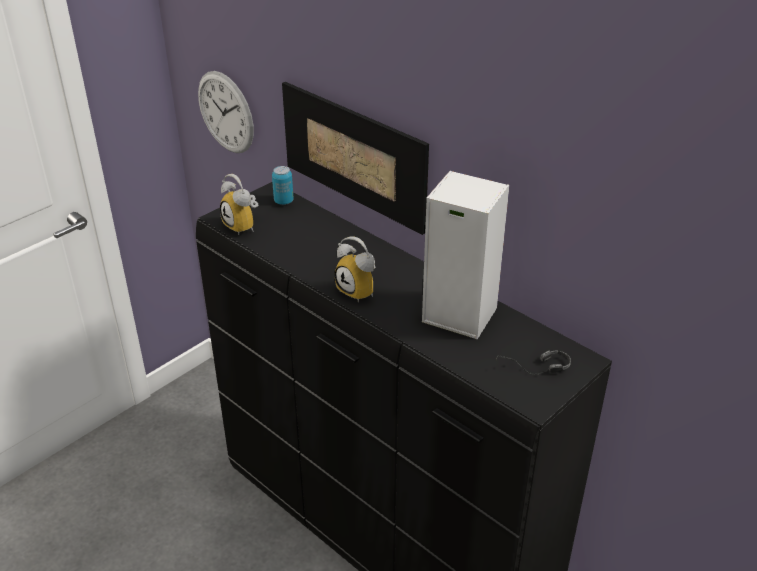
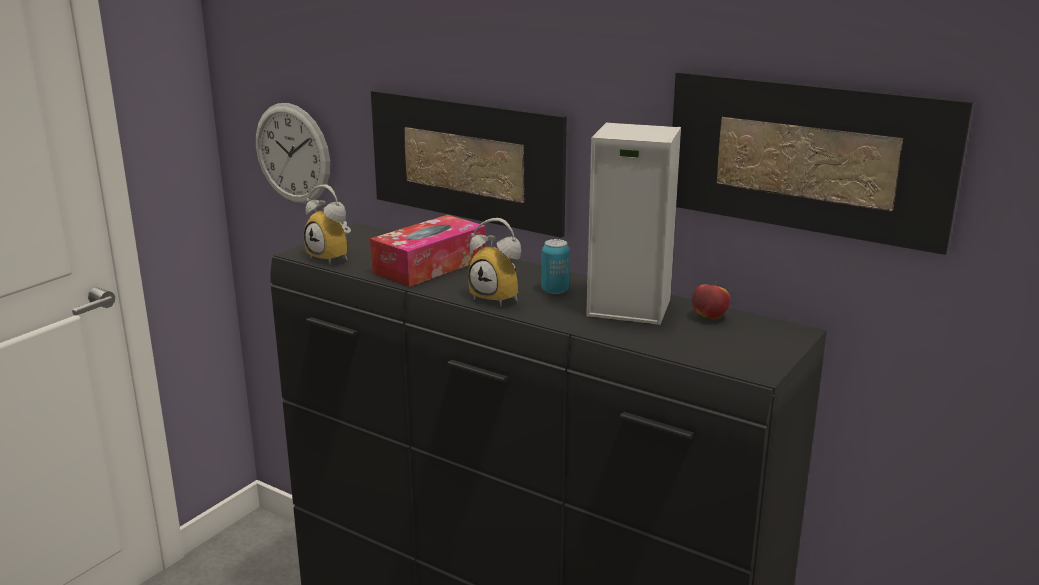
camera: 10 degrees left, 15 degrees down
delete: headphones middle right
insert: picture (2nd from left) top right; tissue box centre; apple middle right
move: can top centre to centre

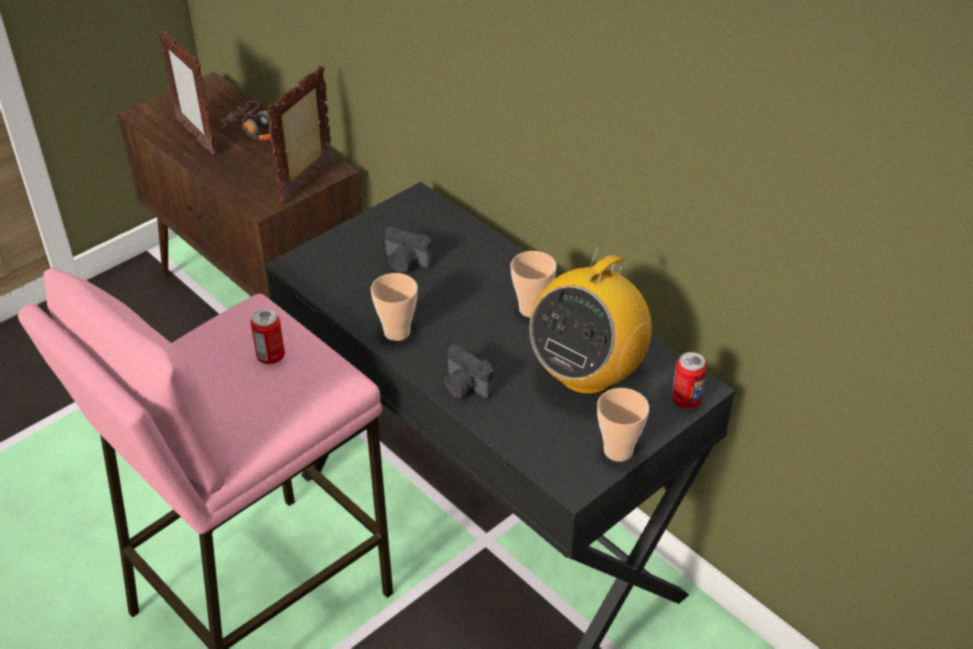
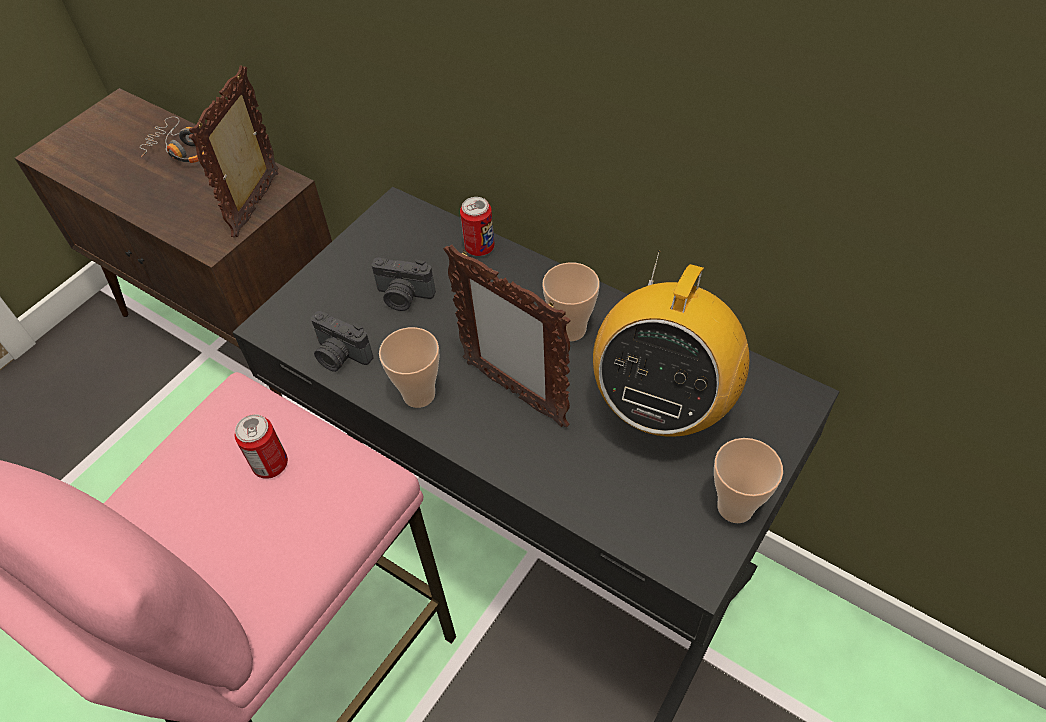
camera: 10 degrees left, 10 degrees up
move: picture frame (1st from left in the first image) top left to picture frame (2nd from left) centre; photo camera (2nd from left in the first image) centre to photo camera (1st from left) middle left; can (2nd from left) middle right to top centre

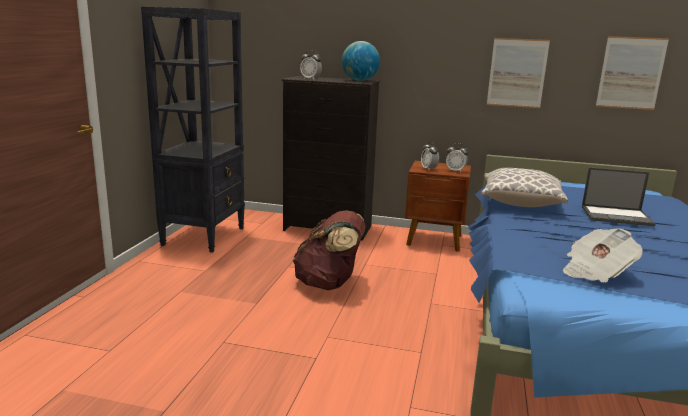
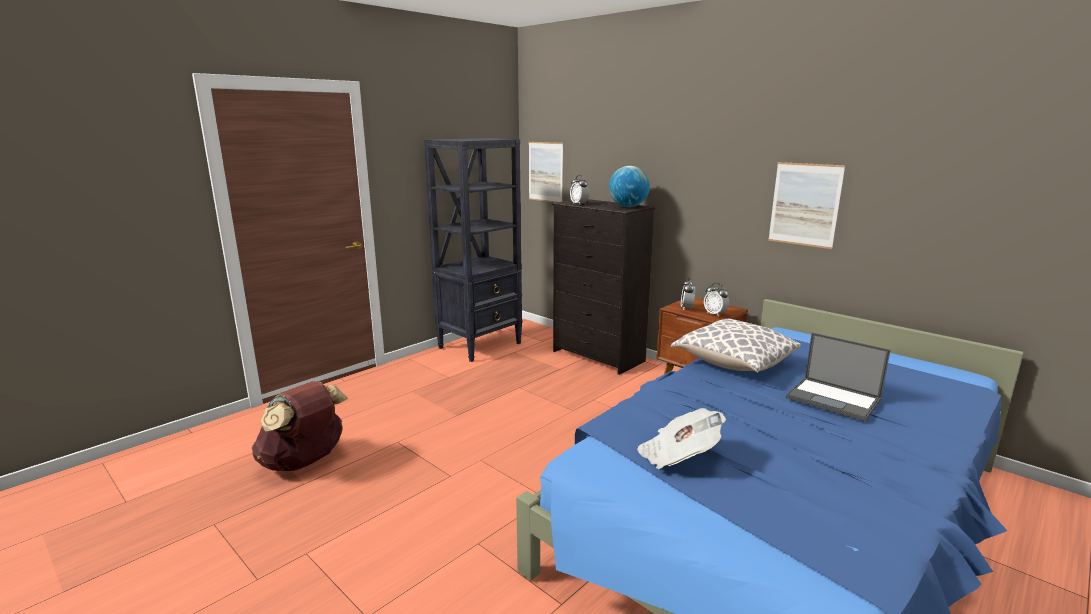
camera: 30 degrees right, 0 degrees up
move: picture (2nd from left in the first image) top right to picture (1st from left) top centre; backpack/brown centre to bottom left

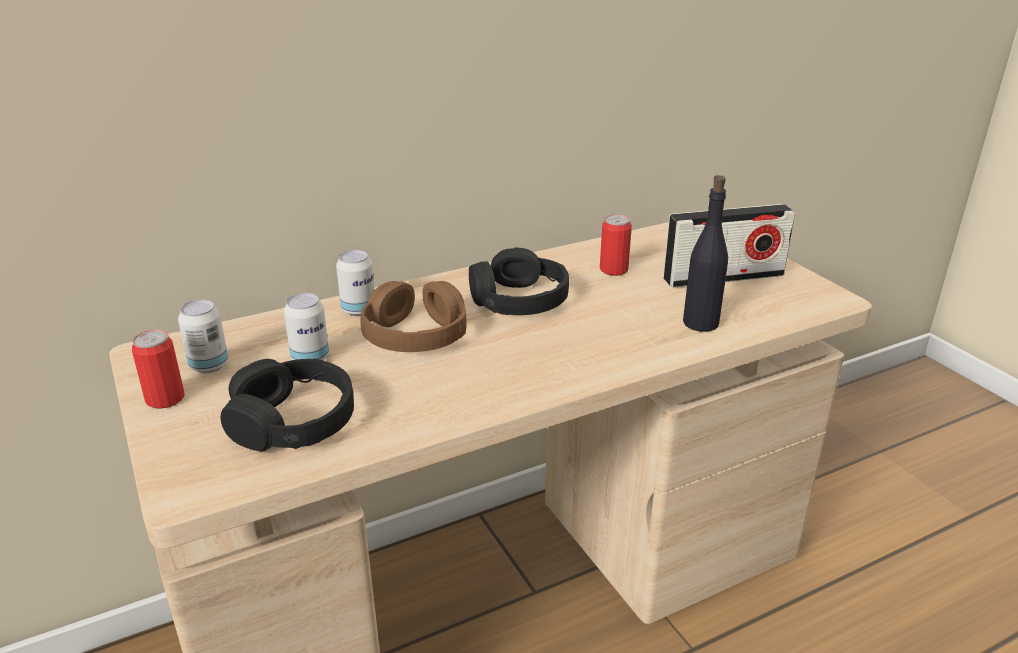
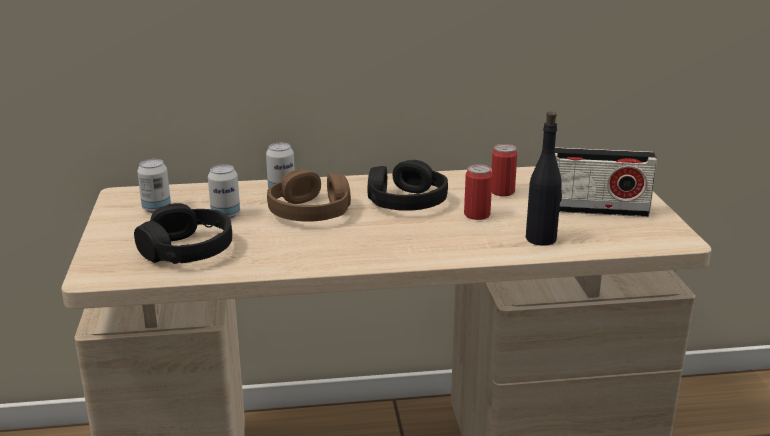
camera: 20 degrees right, 5 degrees down
move: can (1st from left in the first image) middle left to can (4th from left) centre

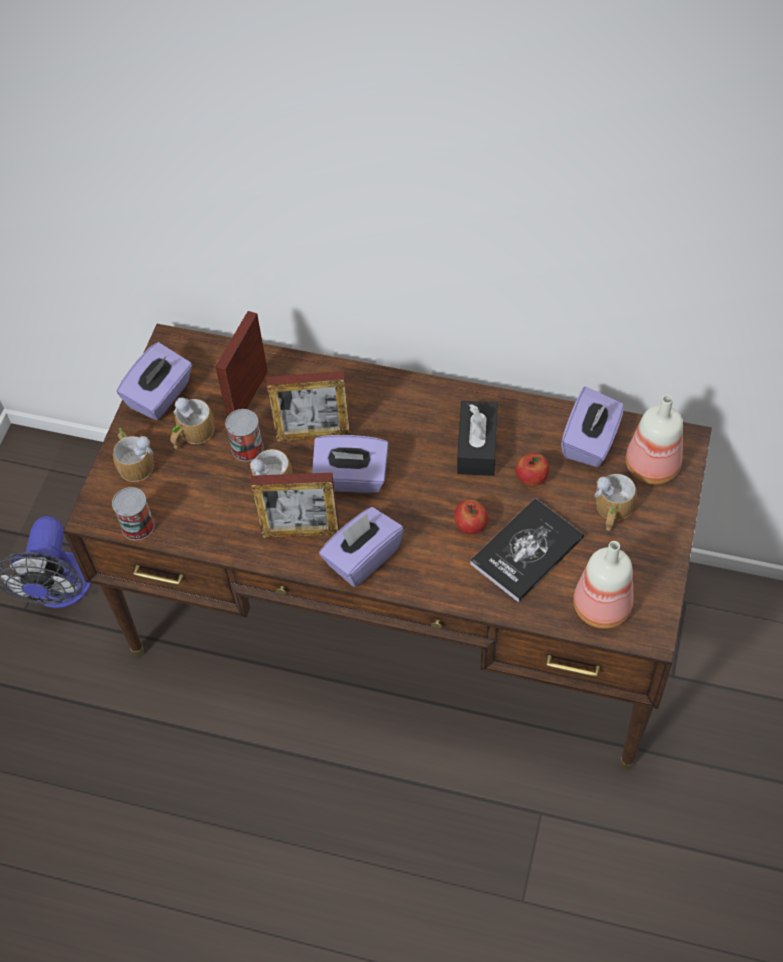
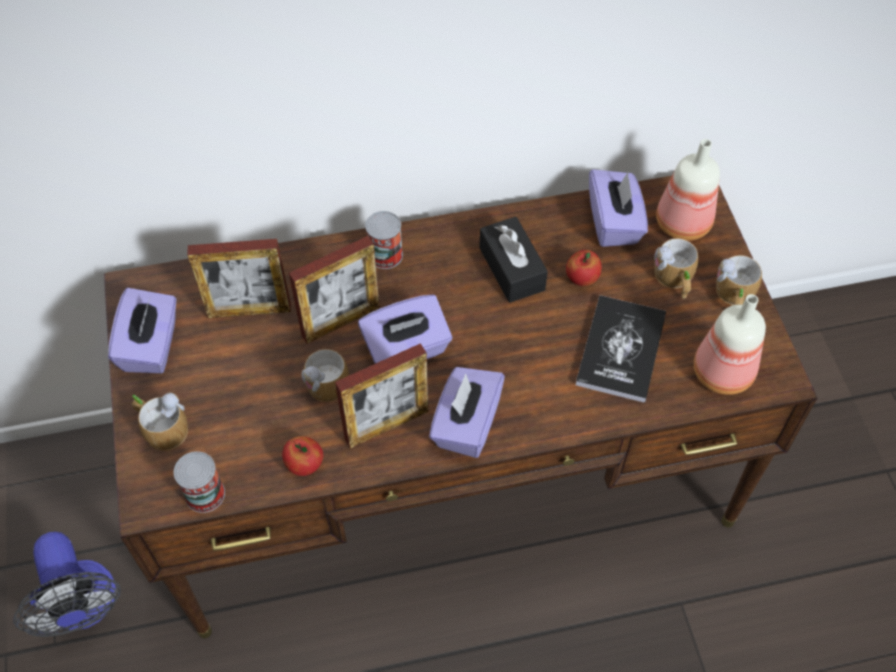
camera: 30 degrees left, 0 degrees up
move: mug (2nd from left in the first image) middle left to mug (4th from left) middle right; can (2nd from left) middle left to centre; apple (1st from left) centre to bottom centre
rotate: picture frame (1st from left) middle left = middle left 90 degrees counterclockwise

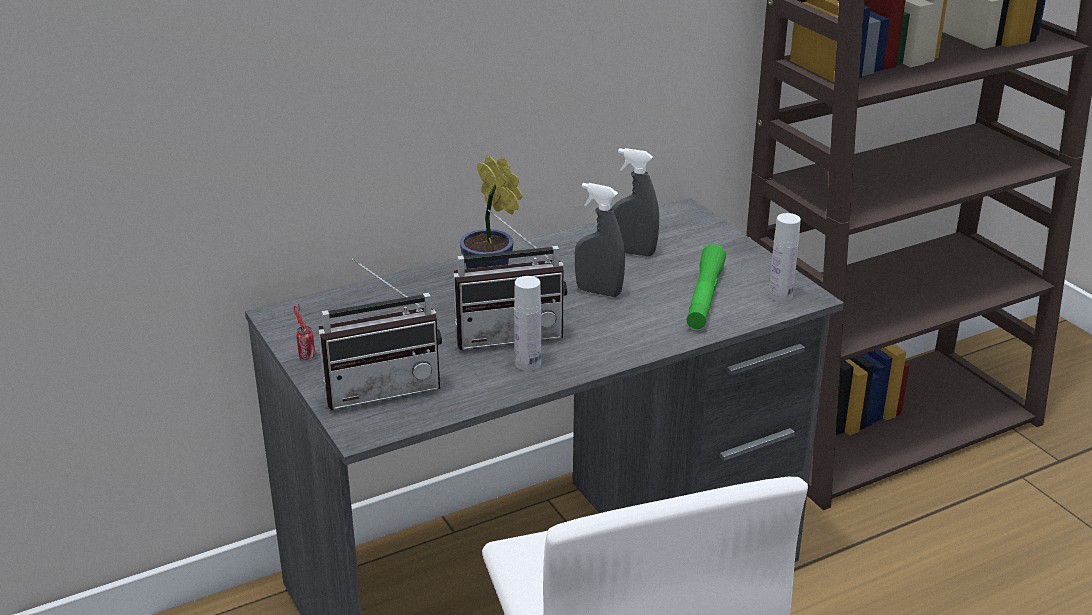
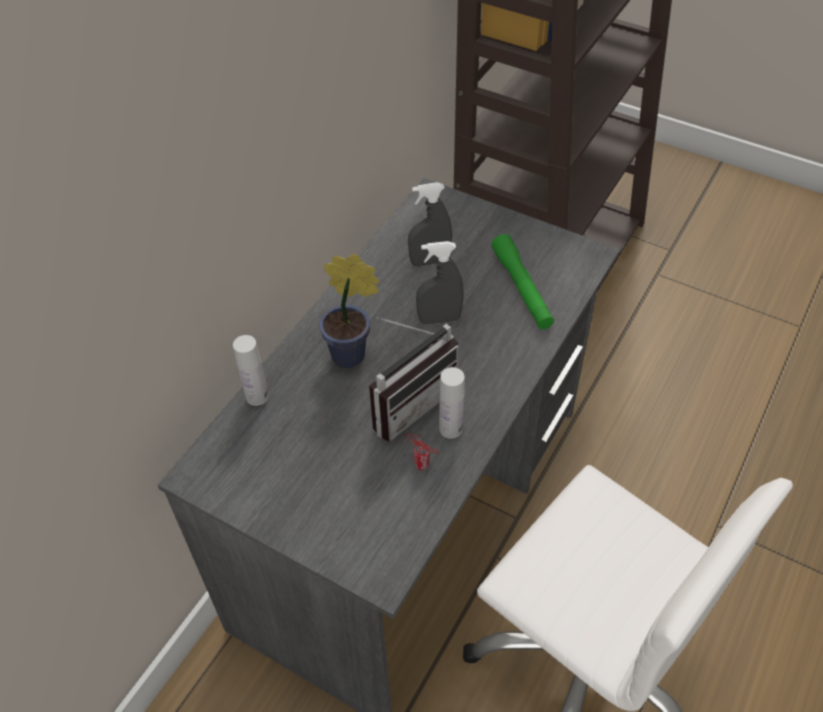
camera: 30 degrees left, 20 degrees up
delete: radio (1st from left) centre
move: bottle/white (2nd from left in the first image) middle right to bottle/white (1st from left) middle left; can middle left to centre

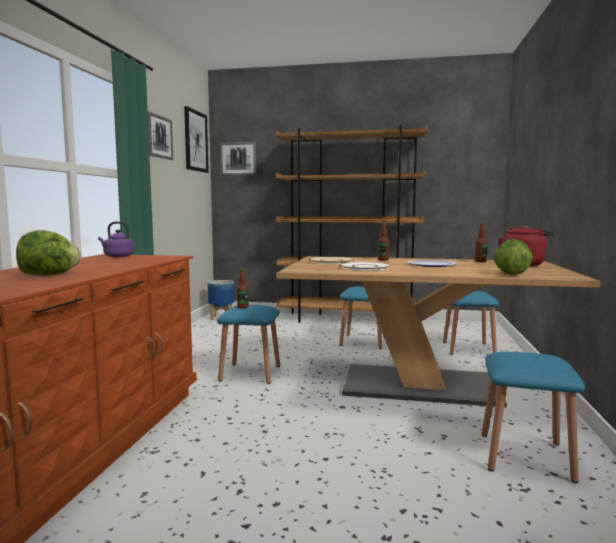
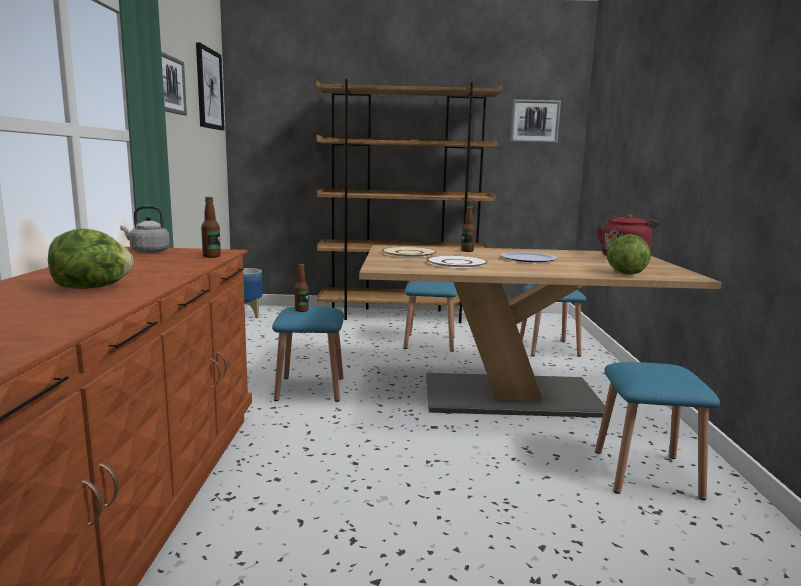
camera: 10 degrees left, 5 degrees up
move: picture (3rd from left) top centre to top right; bottle (3rd from left in the first image) middle right to bottle (1st from left) middle left
recolor: kettle/purple middle left to kettle/grey middle left

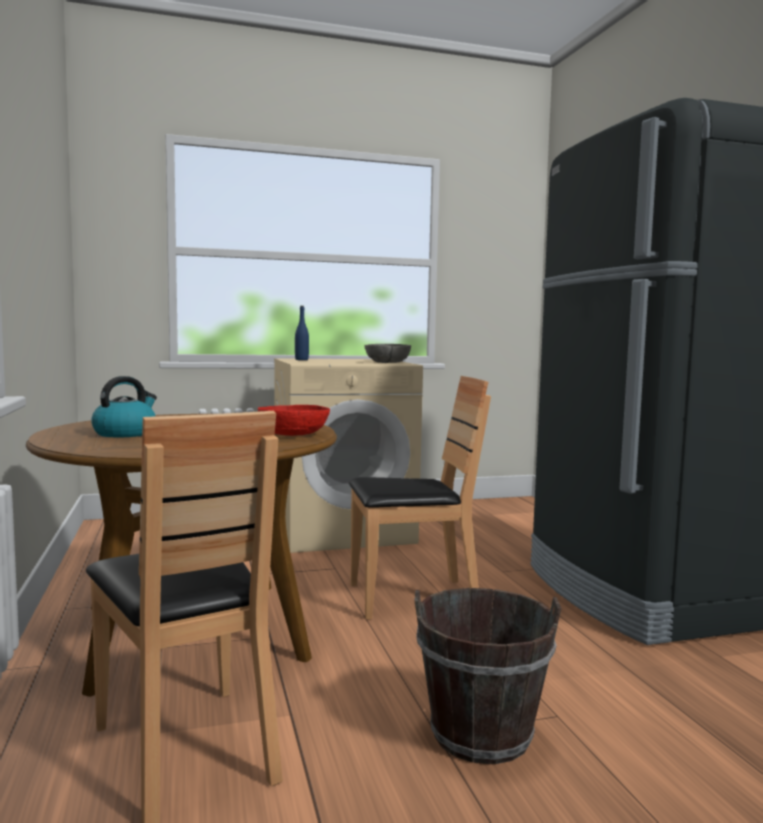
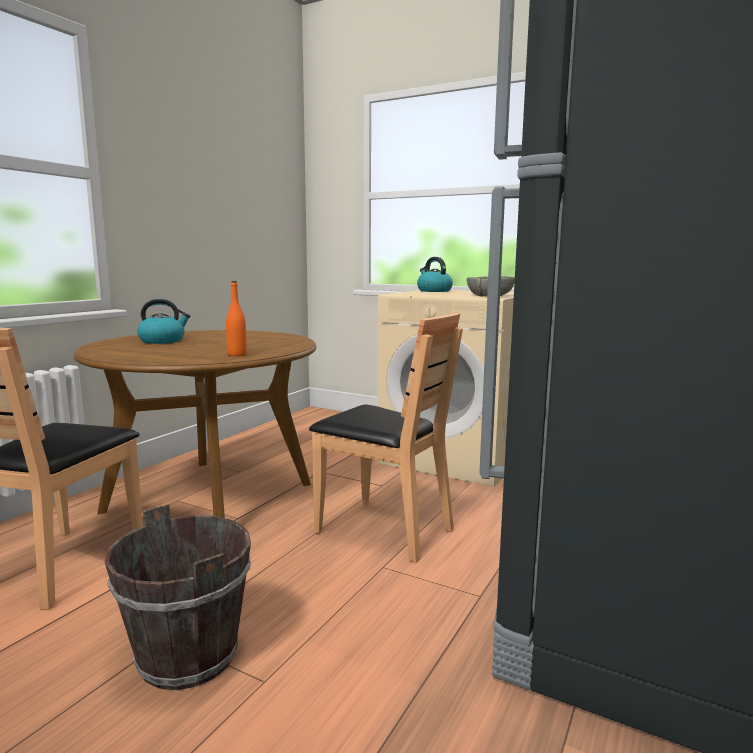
camera: 45 degrees right, 5 degrees up
replace: bottle/blue centre to kettle (2nd from left) centre; bowl/red centre to bottle/orange middle left

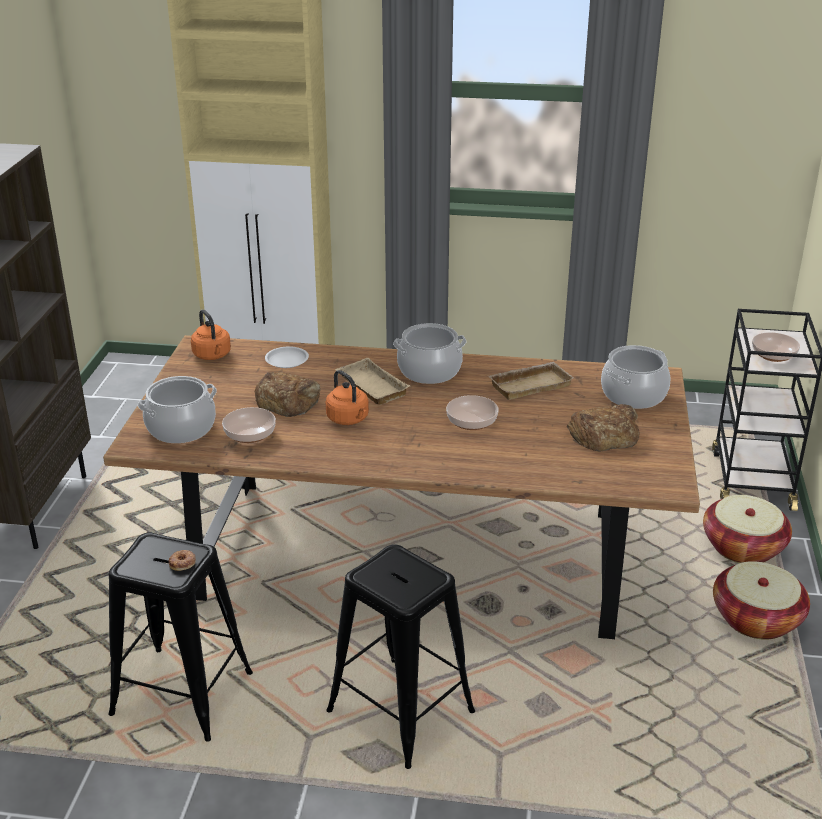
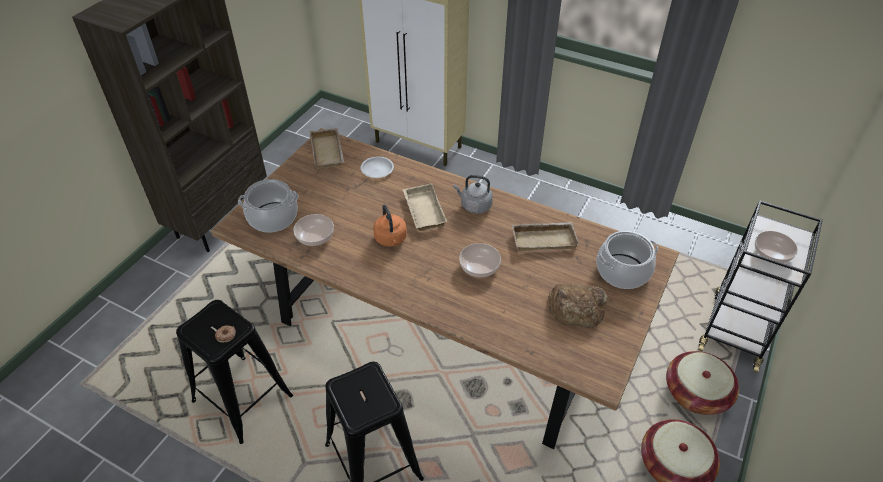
camera: 20 degrees right, 15 degrees up
delete: bread (1st from left) centre
replace: kettle/orange (1st from left) middle left to tray/beige (1st from left) top centre; cooking pot (2nd from left) centre to kettle/grey centre

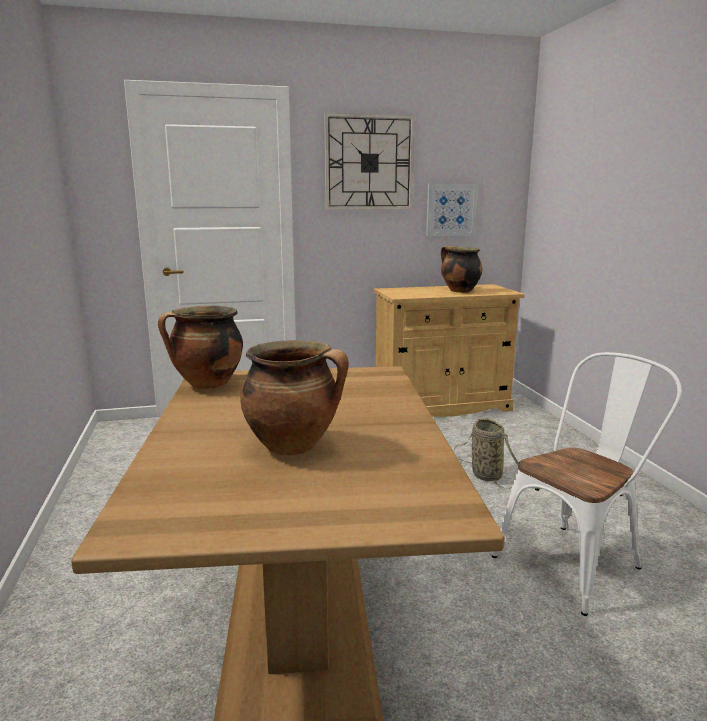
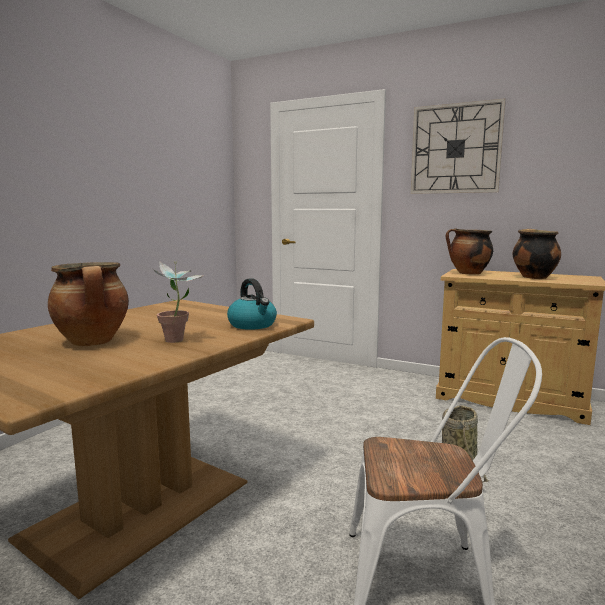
camera: 40 degrees right, 5 degrees down
delete: picture top centre
insert: potted plant middle left; kettle centre
move: cooking pot (1st from left in the first image) middle left to cooking pot (2nd from left) middle right

